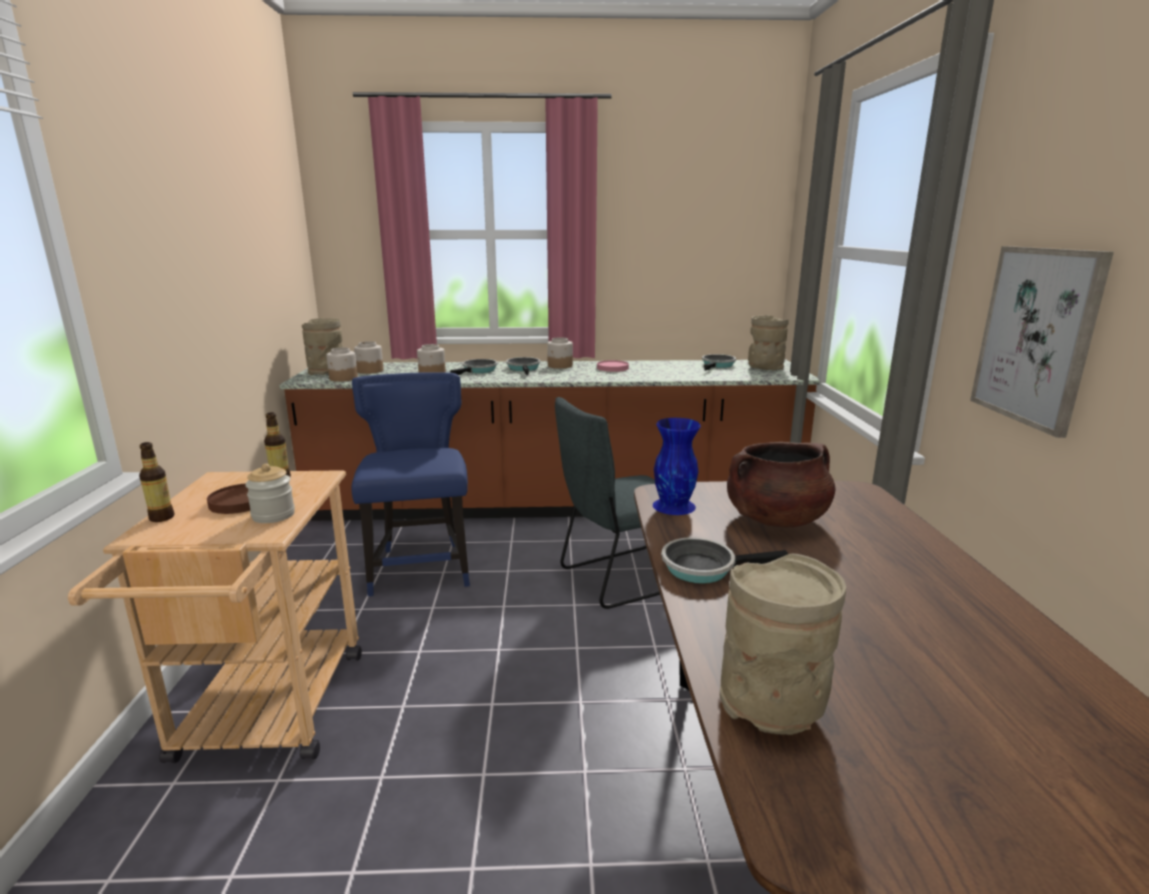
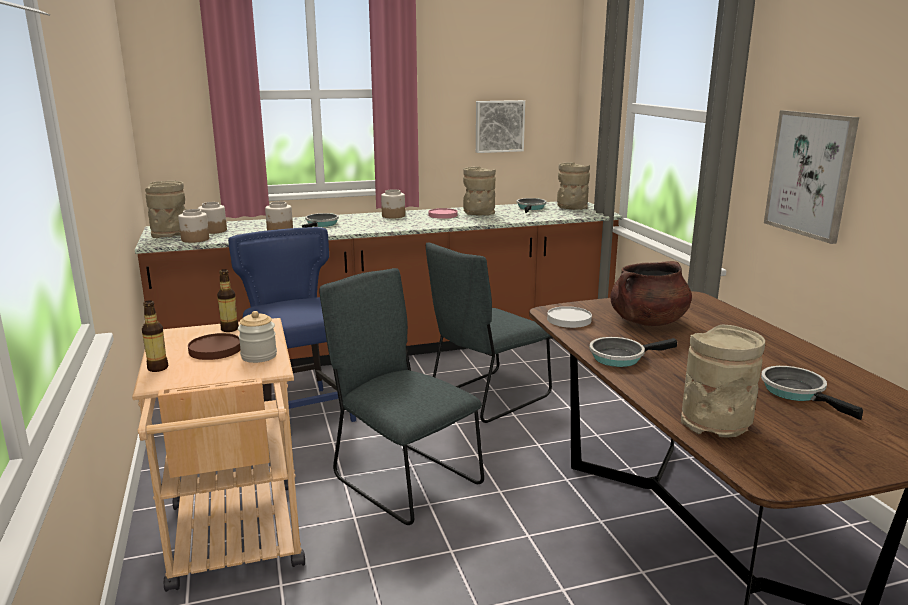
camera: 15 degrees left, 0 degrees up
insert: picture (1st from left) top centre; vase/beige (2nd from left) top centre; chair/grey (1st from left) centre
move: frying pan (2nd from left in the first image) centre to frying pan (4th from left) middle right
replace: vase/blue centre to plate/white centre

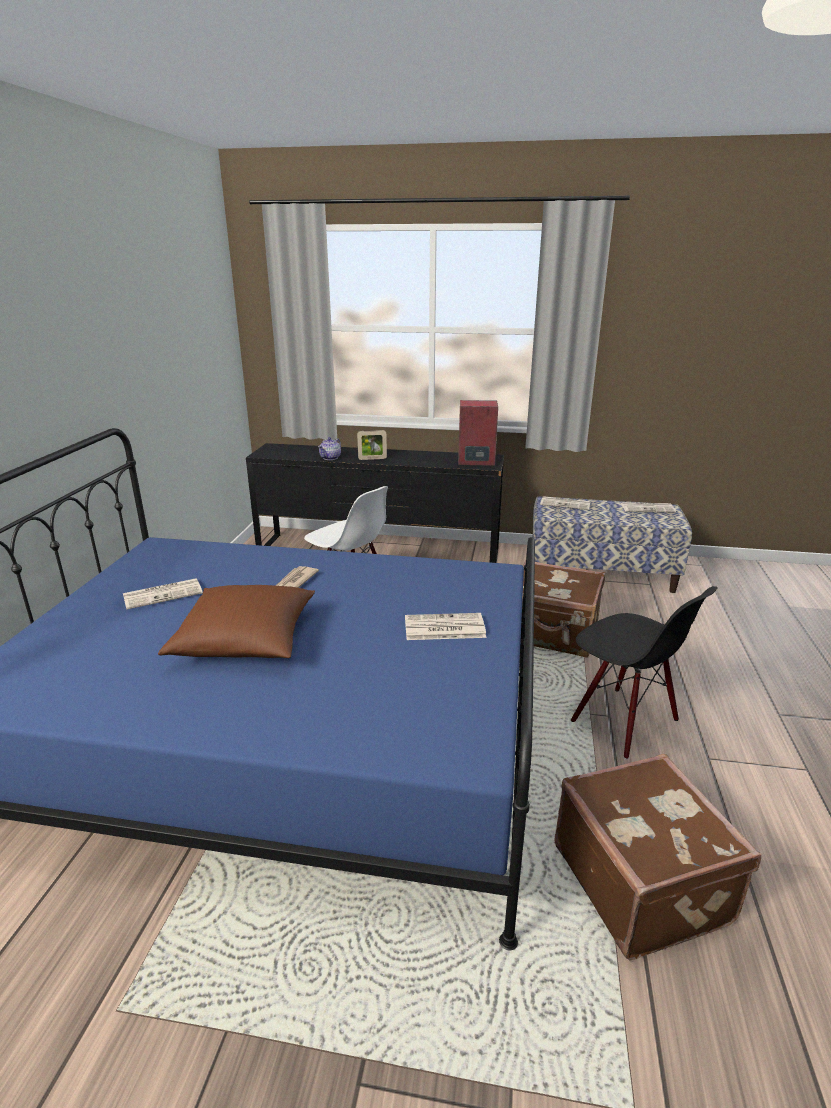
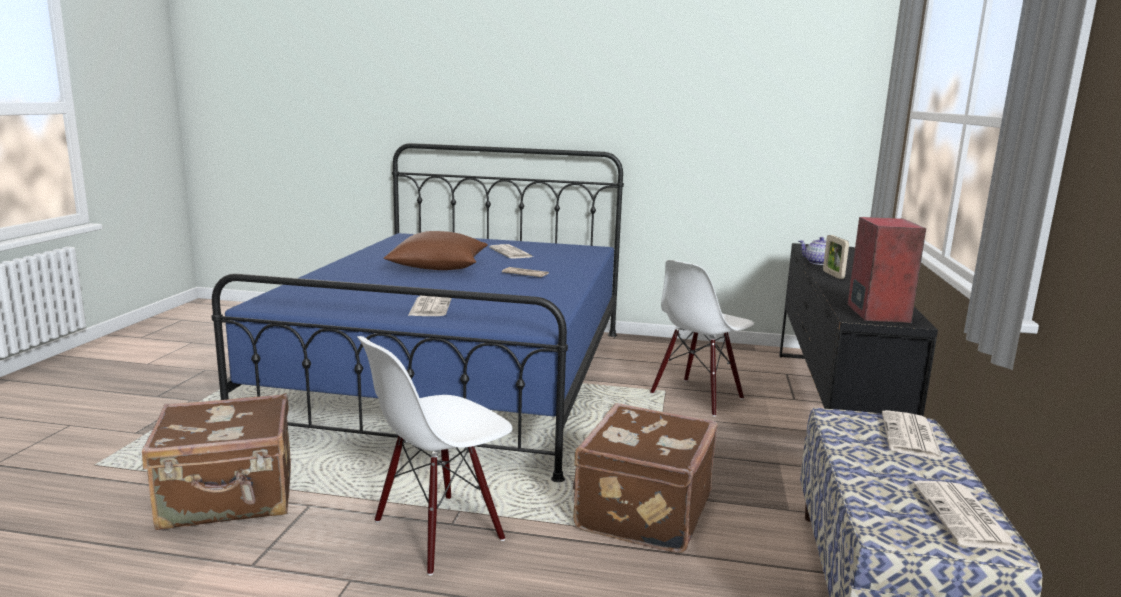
camera: 90 degrees right, 10 degrees down
recolor: chair/black middle right to chair/white (1st from left) bottom centre

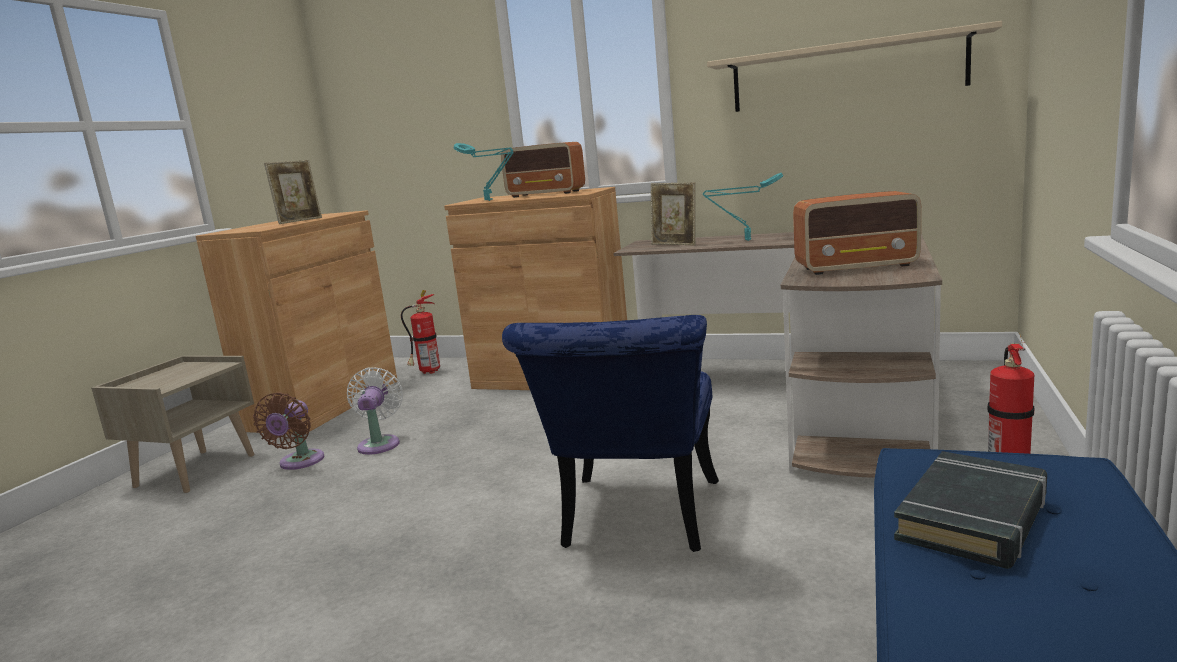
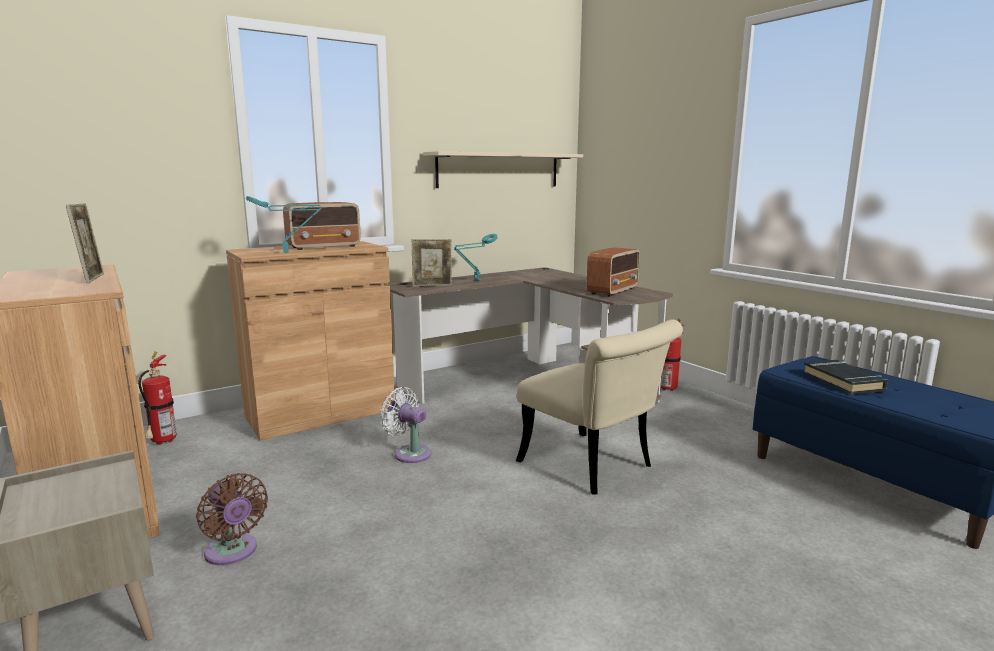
camera: 55 degrees left, 0 degrees up
move: fan/white middle left to centre
recolor: chair/blue centre to chair/beige centre

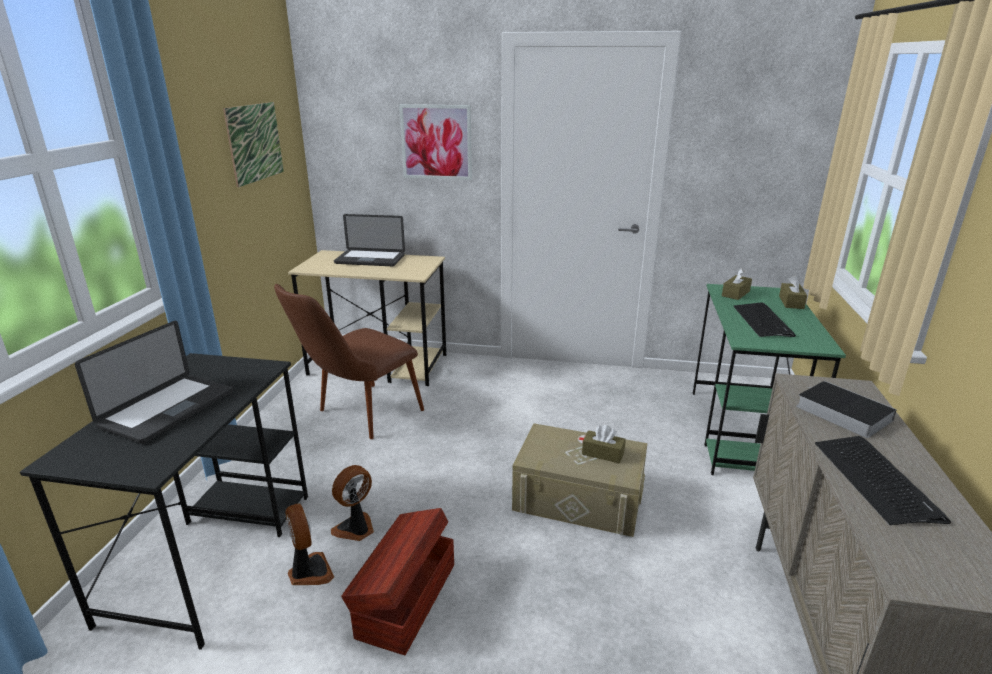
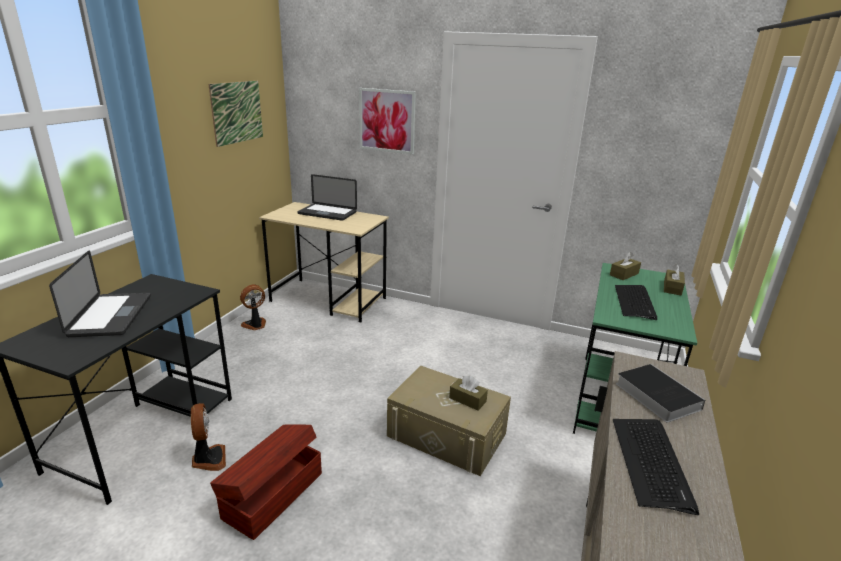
camera: 10 degrees right, 0 degrees up
delete: chair/brown centre
move: fan (2nd from left) bottom centre to middle left
rotate: laptop (1st from left) middle left = middle left 45 degrees counterclockwise

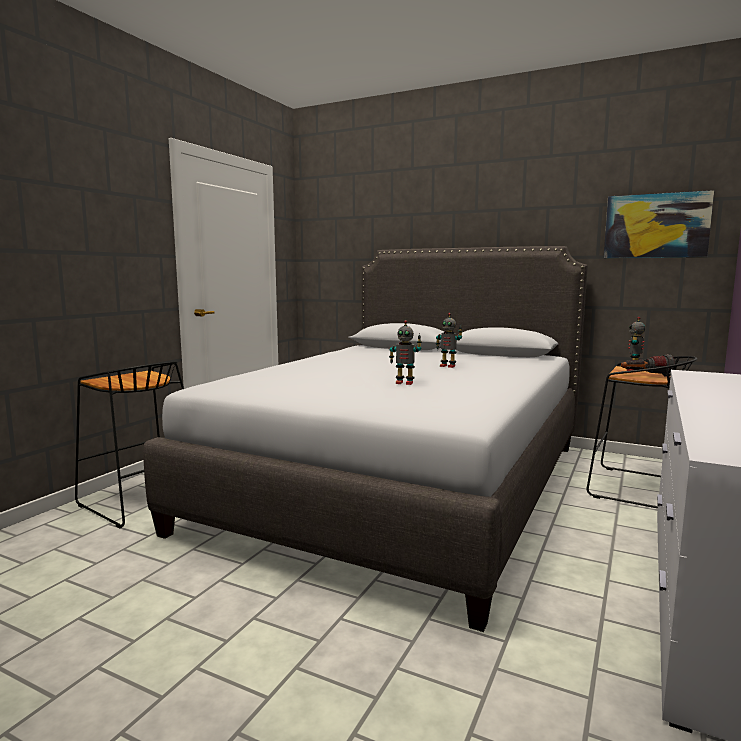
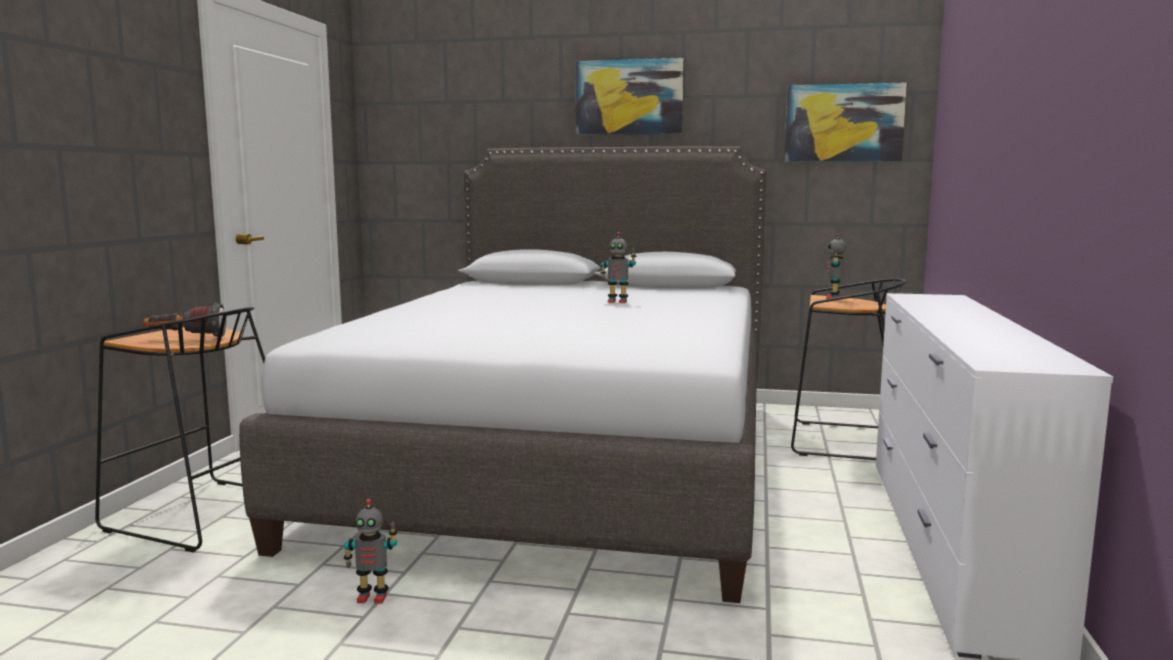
camera: 15 degrees left, 0 degrees up
insert: picture (1st from left) top centre
move: toy robot (1st from left) centre to bottom left; flashlight middle right to middle left

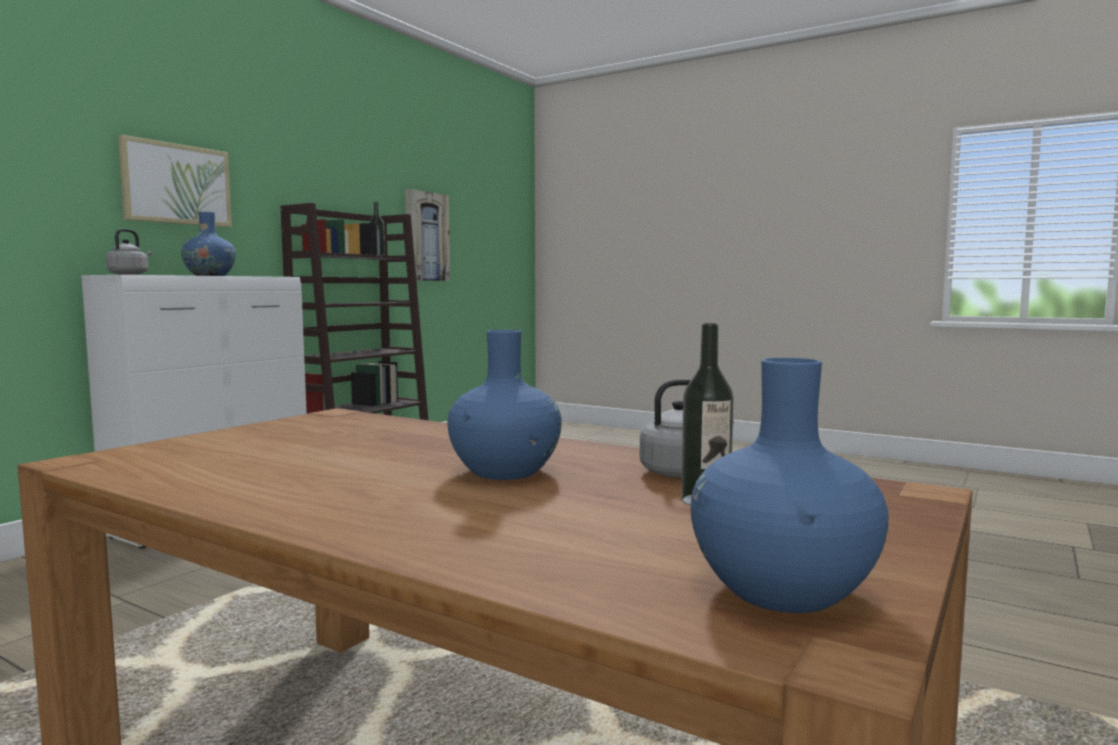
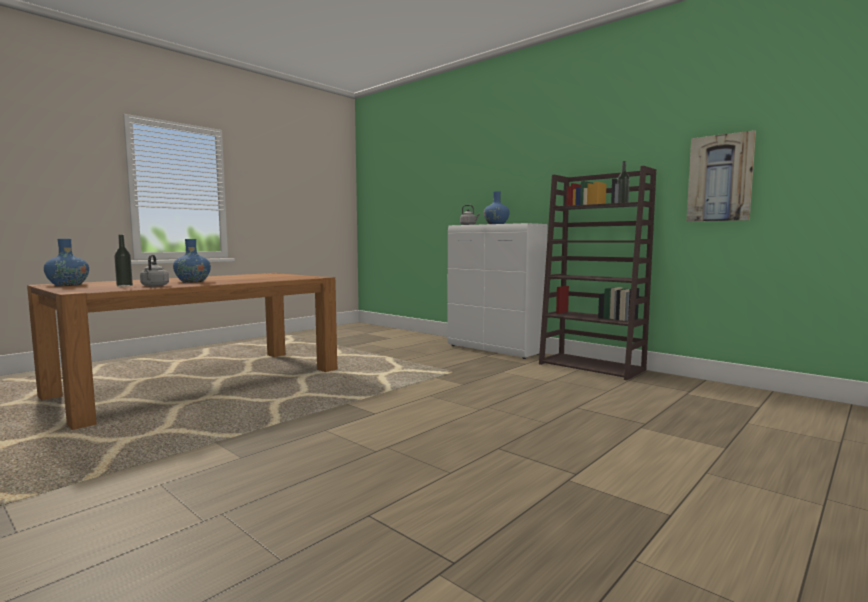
camera: 100 degrees right, 0 degrees up
delete: picture (1st from left) top left

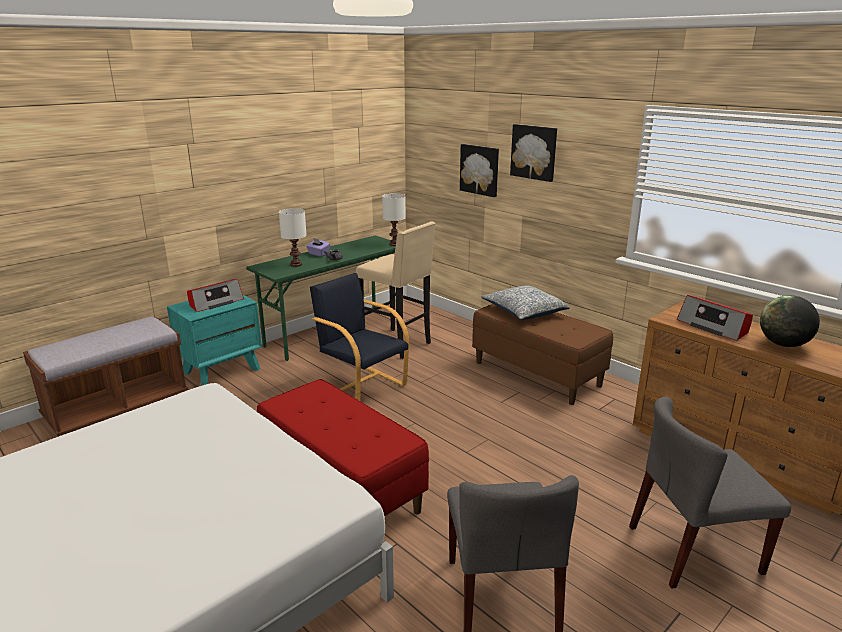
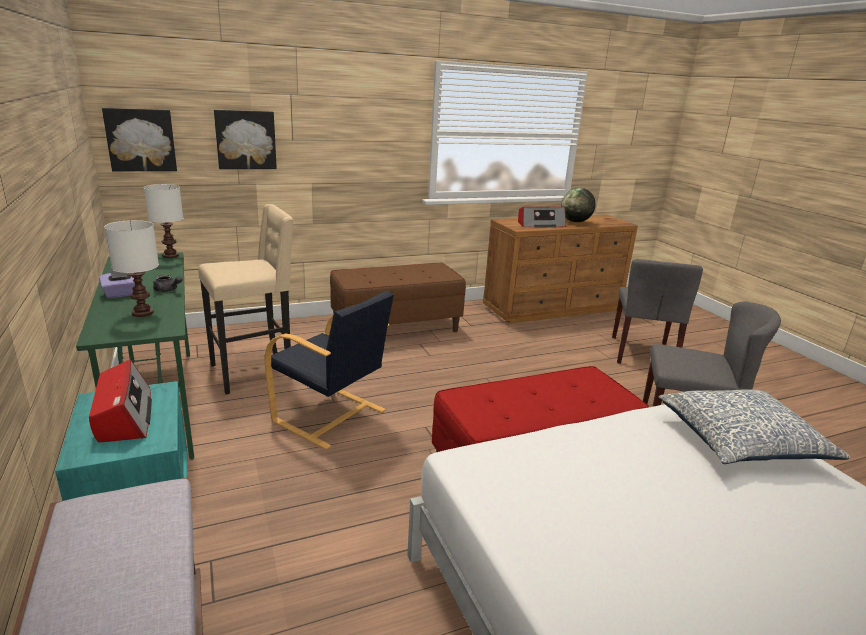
camera: 70 degrees left, 0 degrees up
move: picture (2nd from left in the first image) top centre to picture (1st from left) top left; pillow centre to bottom right
rotate: armchair/black centre = centre 120 degrees counterclockwise

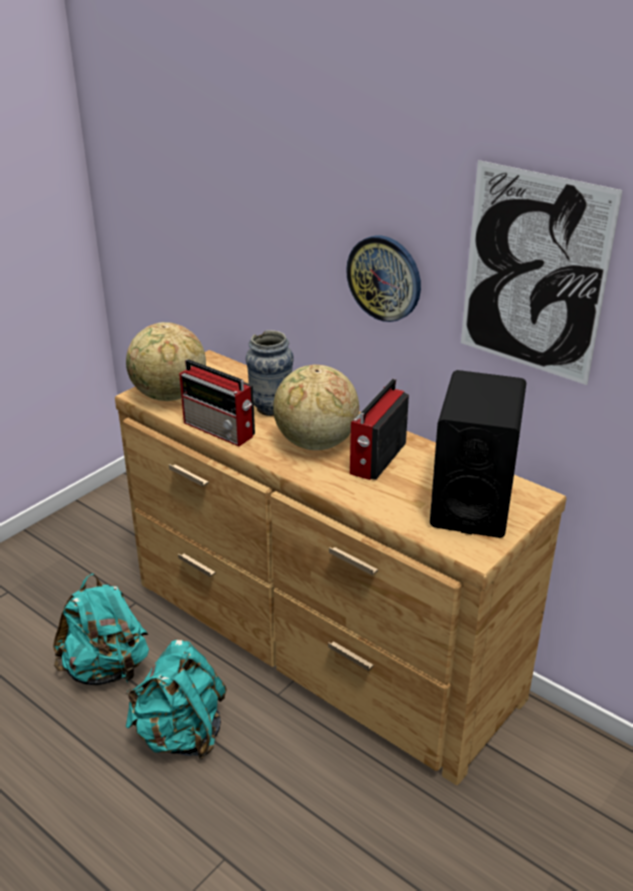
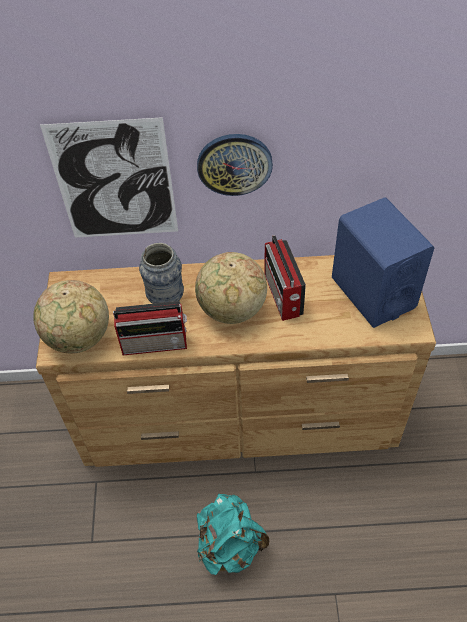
camera: 40 degrees left, 20 degrees up
delete: backpack/turquoise (1st from left) bottom left
move: picture top right to top left
recolor: speaker/black middle right to speaker/blue middle right

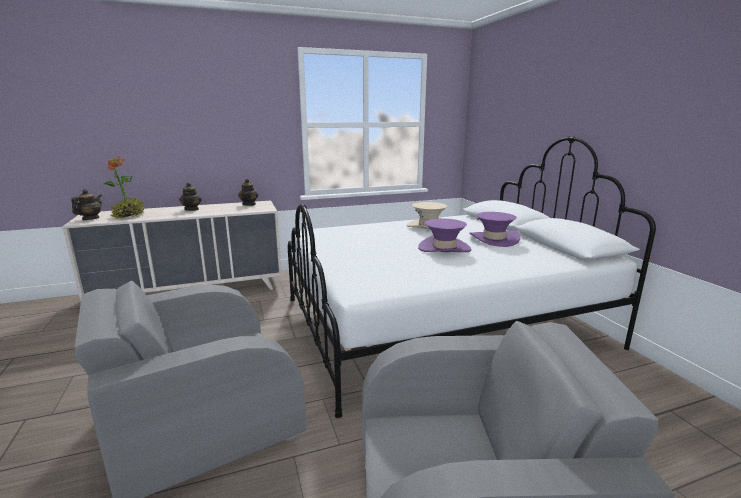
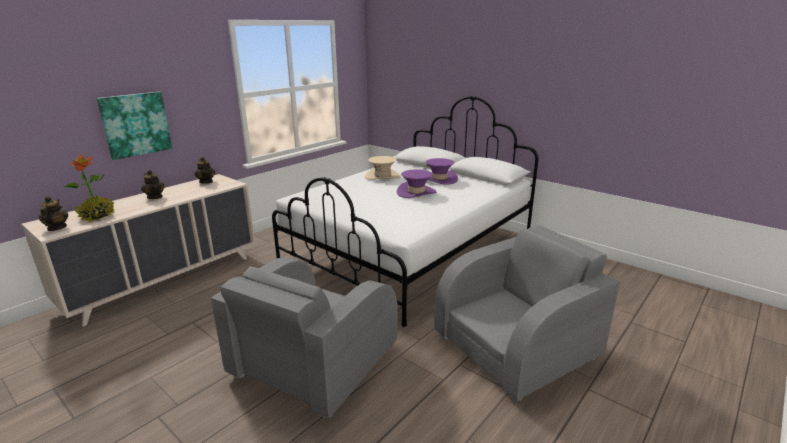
camera: 30 degrees left, 5 degrees up
insert: picture top left

